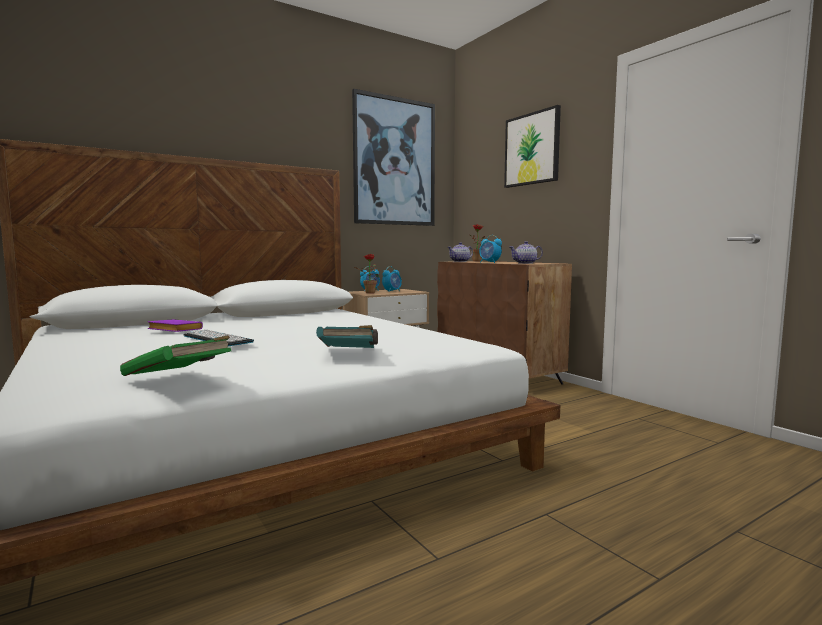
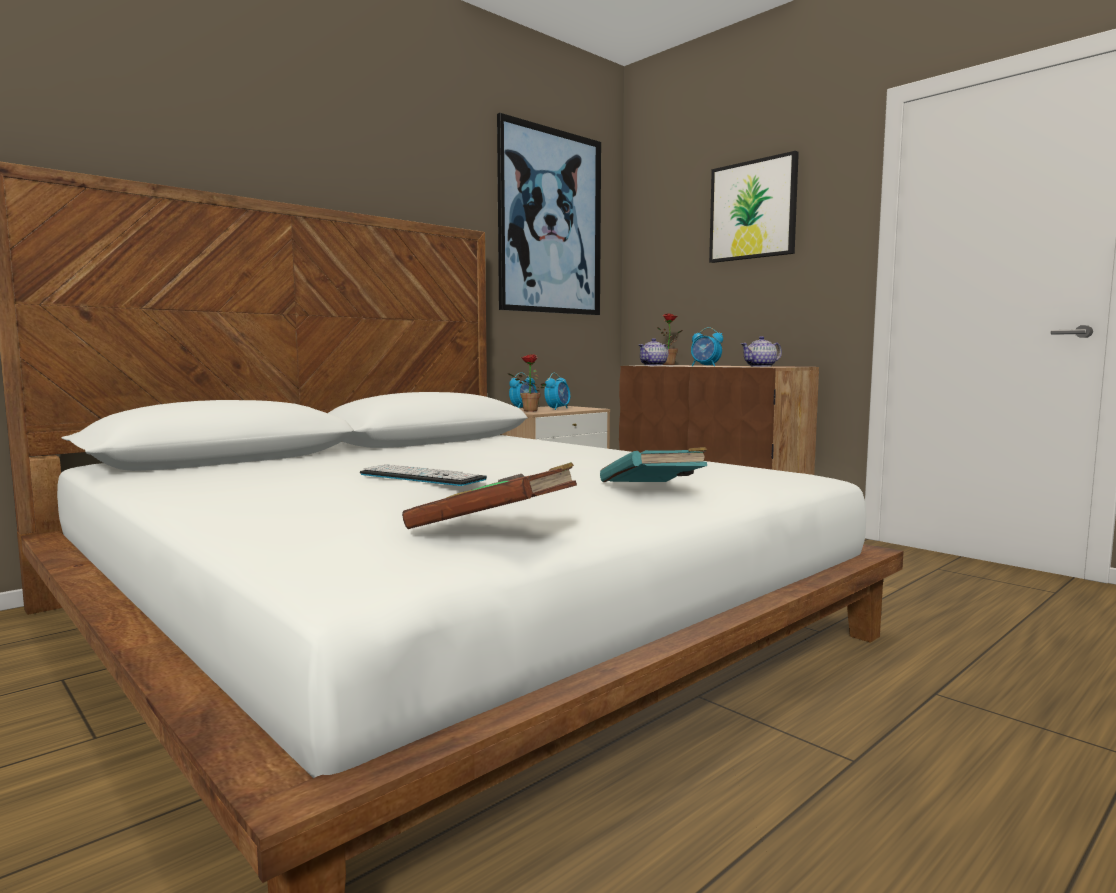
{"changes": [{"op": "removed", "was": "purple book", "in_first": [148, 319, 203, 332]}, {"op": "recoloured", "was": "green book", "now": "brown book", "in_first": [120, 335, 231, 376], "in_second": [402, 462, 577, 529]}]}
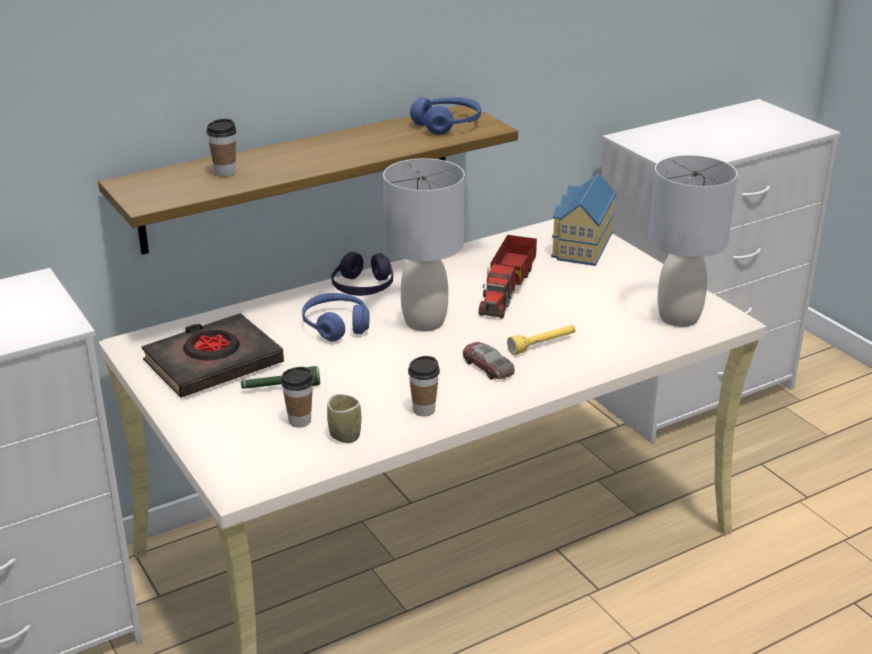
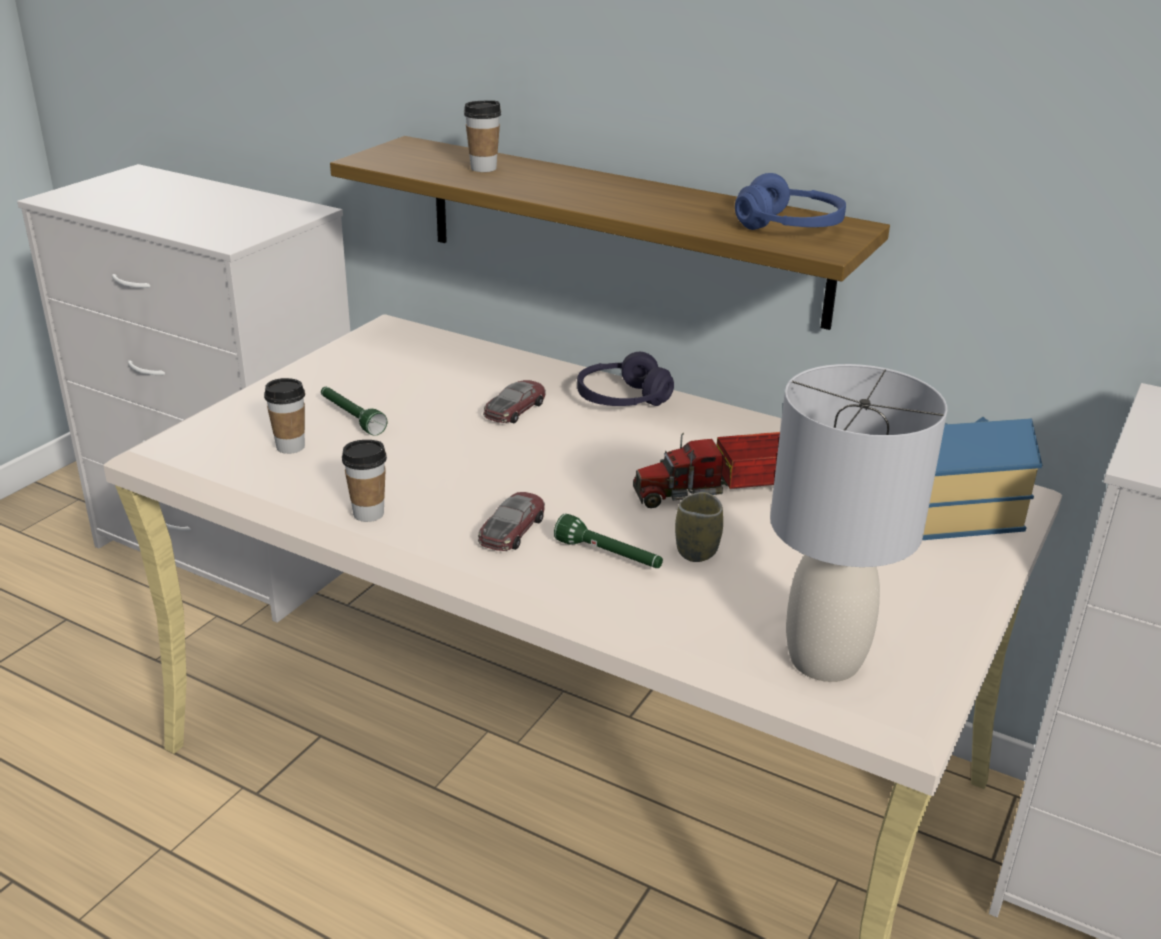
{"changes": [{"op": "removed", "was": "black book", "in_first": [141, 313, 284, 398]}, {"op": "removed", "was": "grey table lamp", "in_first": [383, 158, 465, 331]}, {"op": "moved", "was": "cup", "in_first": [327, 394, 361, 443], "in_second": [675, 492, 723, 562]}, {"op": "replaced", "was": "blue headphones", "now": "toy car", "in_first": [302, 293, 369, 342], "in_second": [483, 380, 546, 423]}, {"op": "recoloured", "was": "yellow flashlight", "now": "green flashlight", "in_first": [507, 325, 576, 355], "in_second": [554, 514, 663, 568]}]}
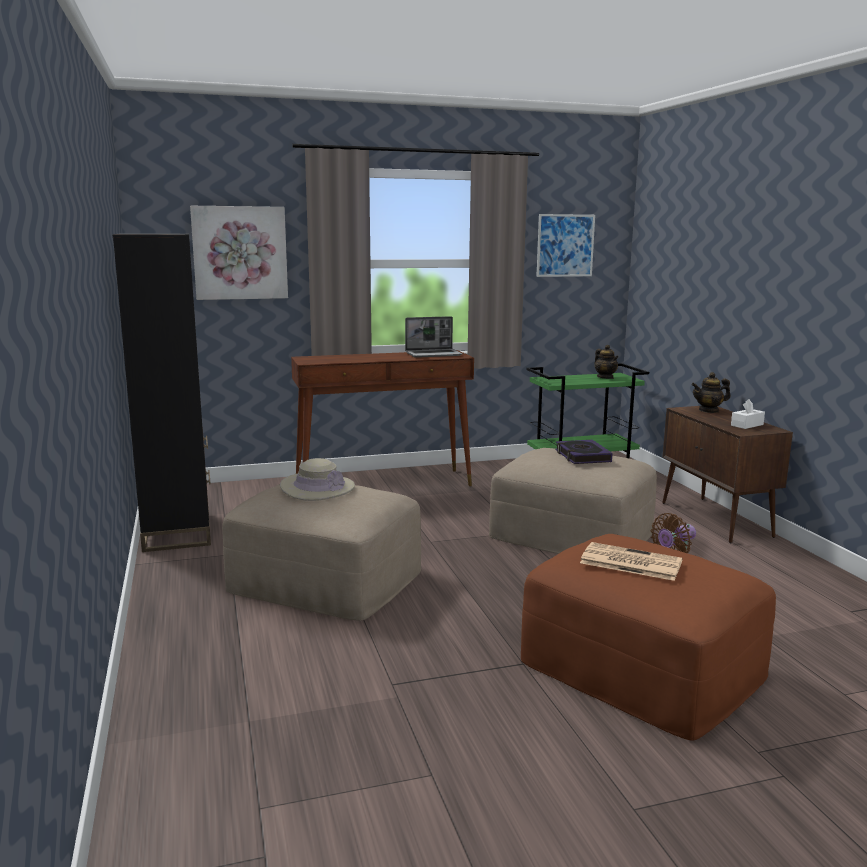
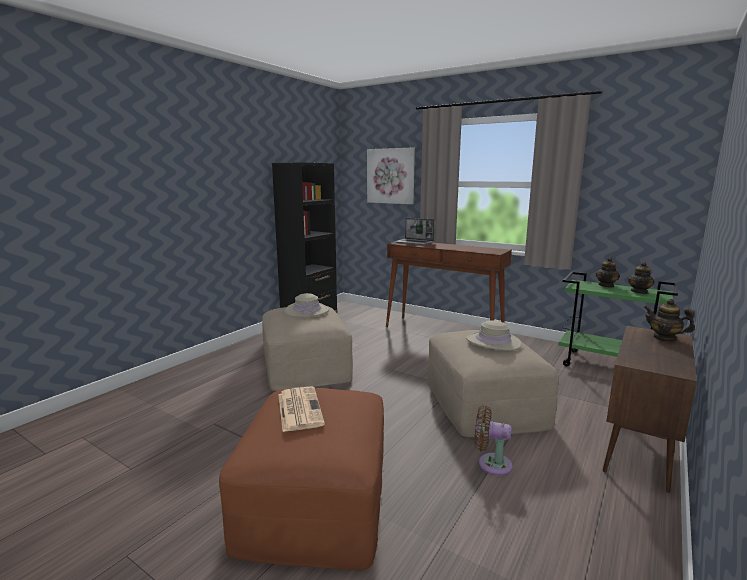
{"changes": [{"op": "removed", "was": "picture", "in_first": [536, 214, 595, 277]}, {"op": "removed", "was": "white tissue box", "in_first": [731, 399, 765, 429]}, {"op": "added", "now": "teapot", "in_second": [596, 257, 620, 288]}, {"op": "moved", "was": "laptop", "in_first": [405, 316, 463, 358], "in_second": [394, 218, 435, 245]}, {"op": "replaced", "was": "book", "now": "beige hat", "in_first": [555, 440, 612, 464], "in_second": [466, 320, 522, 351]}]}
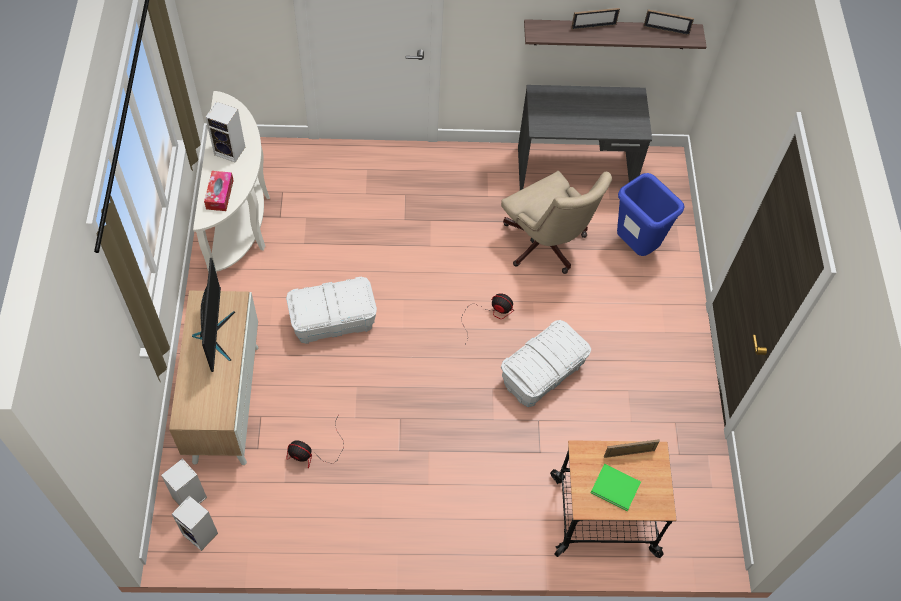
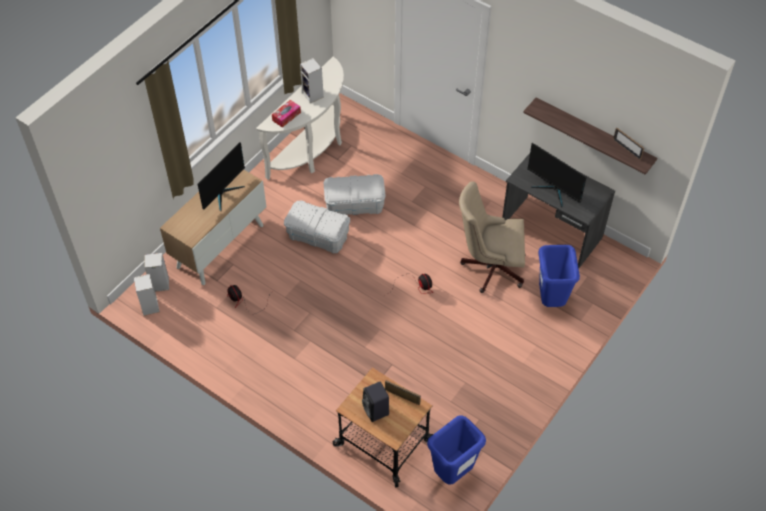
{"changes": [{"op": "removed", "was": "picture frame", "in_first": [571, 8, 620, 30]}, {"op": "added", "now": "blue trash can", "in_second": [427, 415, 486, 484]}, {"op": "added", "now": "monitor", "in_second": [527, 143, 587, 208]}, {"op": "moved", "was": "white storage box", "in_first": [501, 320, 592, 407], "in_second": [324, 174, 386, 215]}, {"op": "replaced", "was": "green book", "now": "black speaker", "in_first": [591, 464, 641, 511], "in_second": [362, 382, 389, 422]}, {"op": "turned", "was": "beige office chair", "in_first": [501, 171, 612, 274], "in_second": [459, 181, 526, 293], "clockwise": 90}]}
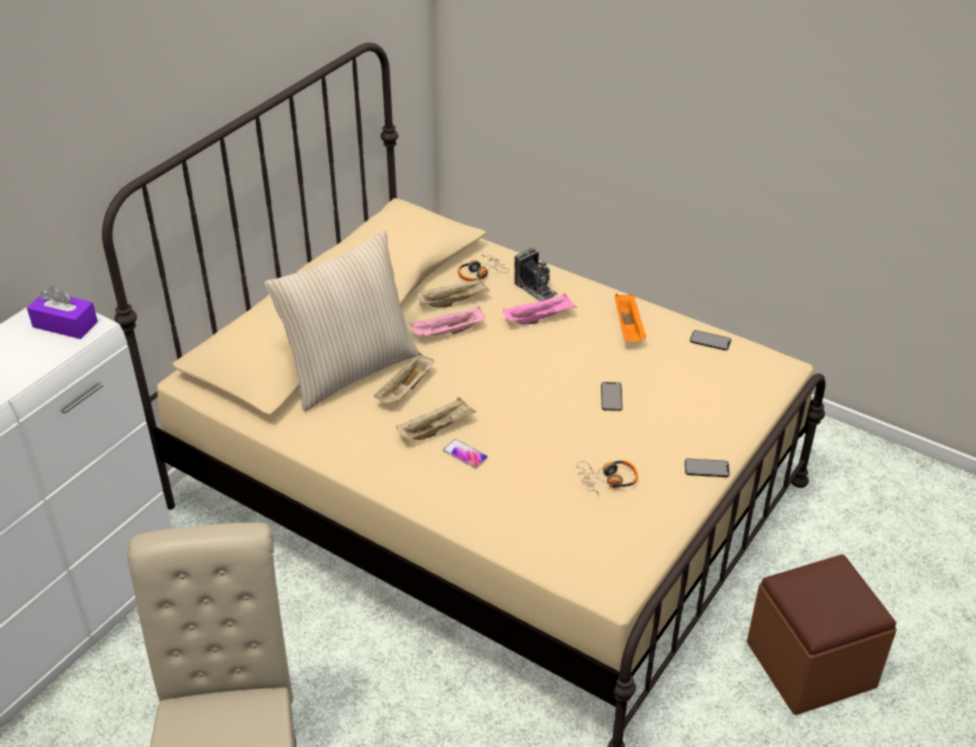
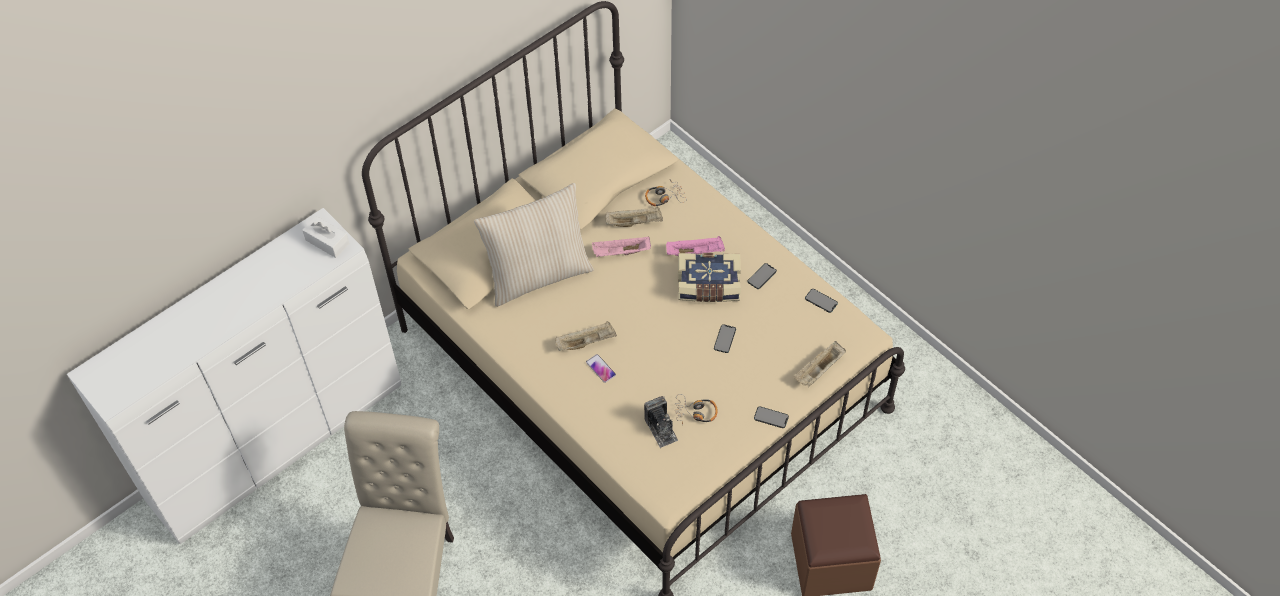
{"changes": [{"op": "added", "now": "book", "in_second": [678, 253, 741, 302]}, {"op": "moved", "was": "beige tray", "in_first": [374, 353, 435, 404], "in_second": [794, 341, 846, 387]}, {"op": "moved", "was": "photo camera", "in_first": [514, 248, 558, 301], "in_second": [644, 396, 678, 448]}, {"op": "replaced", "was": "orange tray", "now": "phone", "in_first": [615, 294, 647, 342], "in_second": [747, 263, 777, 289]}, {"op": "recoloured", "was": "purple tissue box", "now": "white tissue box", "in_first": [27, 286, 98, 339], "in_second": [302, 216, 350, 258]}]}
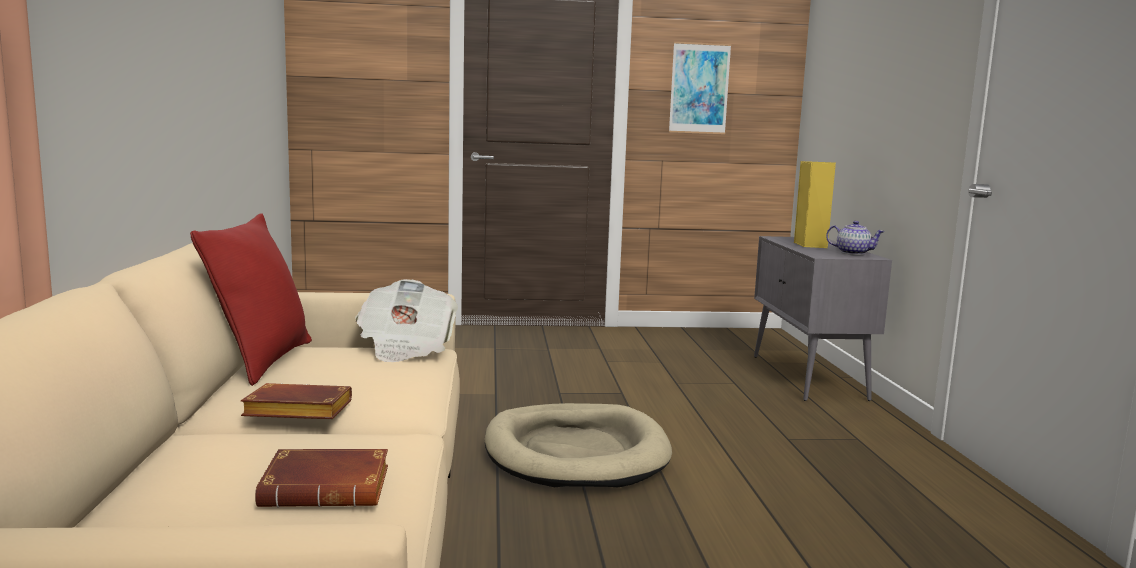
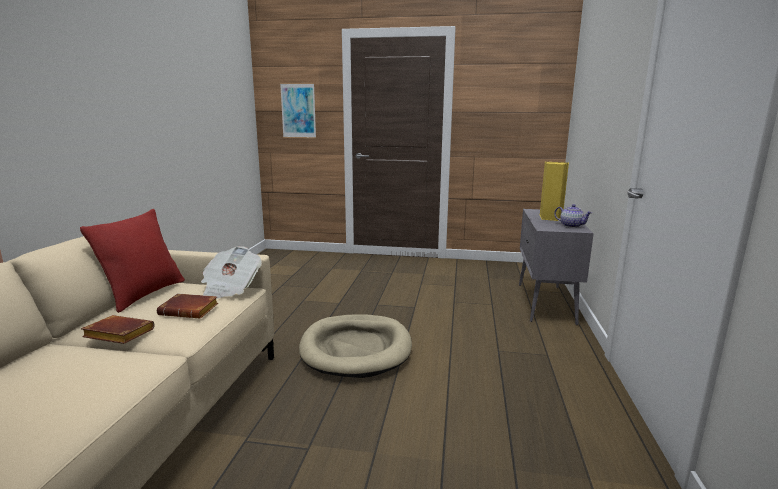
{"changes": [{"op": "moved", "was": "brown book", "in_first": [255, 449, 388, 507], "in_second": [157, 293, 218, 319]}, {"op": "moved", "was": "picture", "in_first": [669, 42, 731, 134], "in_second": [280, 83, 316, 138]}]}
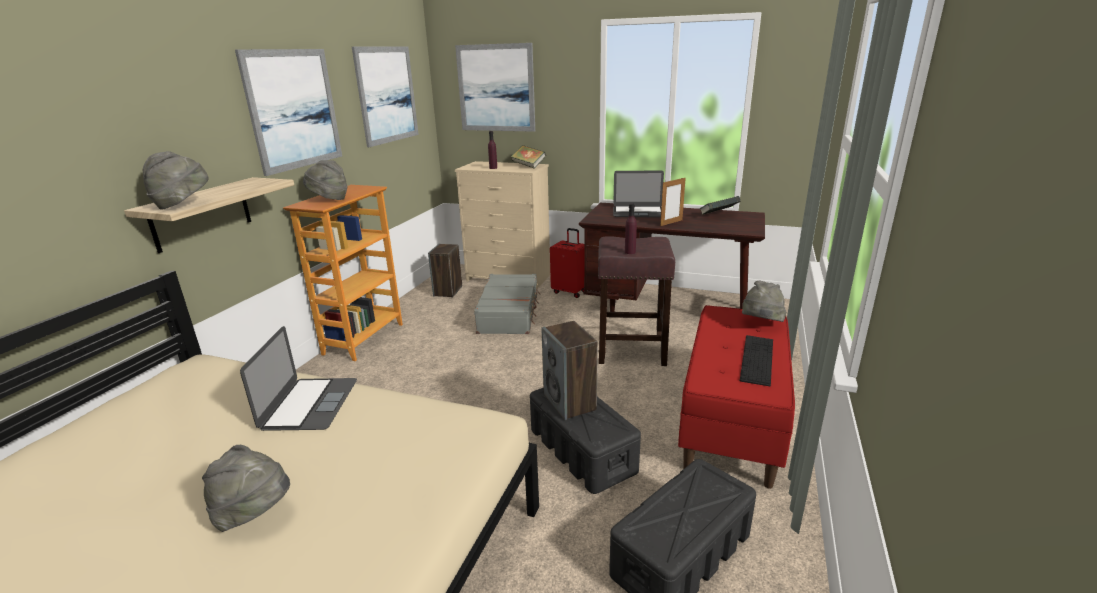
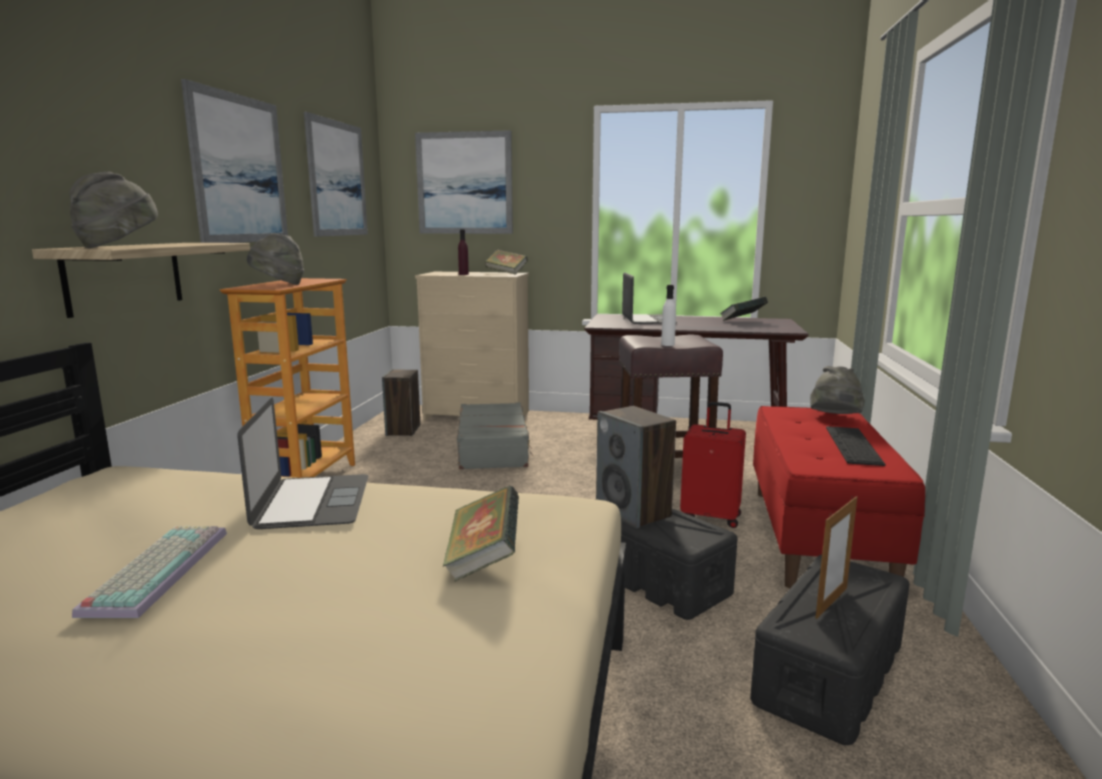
{"changes": [{"op": "removed", "was": "grey hat", "in_first": [202, 445, 290, 532]}, {"op": "added", "now": "keyboard", "in_second": [72, 526, 227, 618]}, {"op": "added", "now": "book", "in_second": [443, 486, 519, 581]}, {"op": "moved", "was": "red suitcase", "in_first": [550, 228, 584, 298], "in_second": [680, 402, 746, 528]}, {"op": "moved", "was": "picture frame", "in_first": [660, 177, 686, 226], "in_second": [815, 496, 857, 619]}, {"op": "recoloured", "was": "purple bottle", "now": "white bottle", "in_first": [625, 204, 637, 254], "in_second": [661, 285, 676, 346]}, {"op": "turned", "was": "laptop", "in_first": [613, 171, 664, 217], "in_second": [622, 272, 677, 324], "clockwise": -90}]}
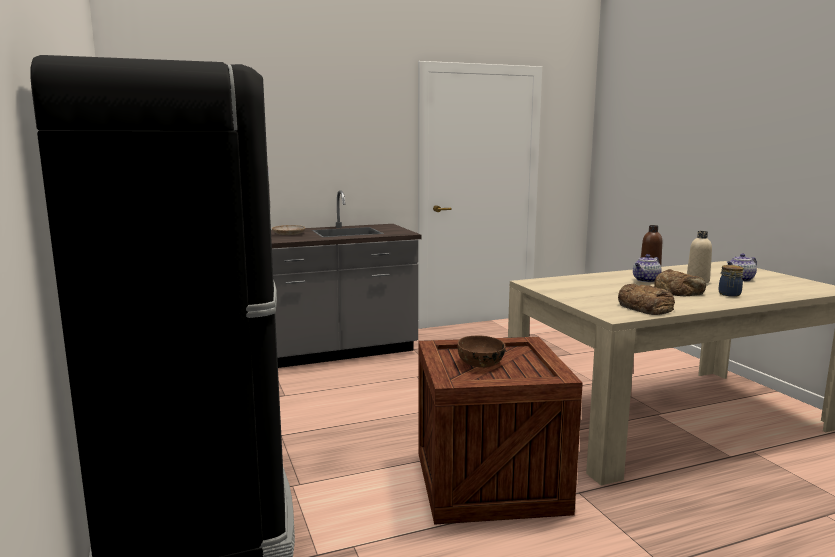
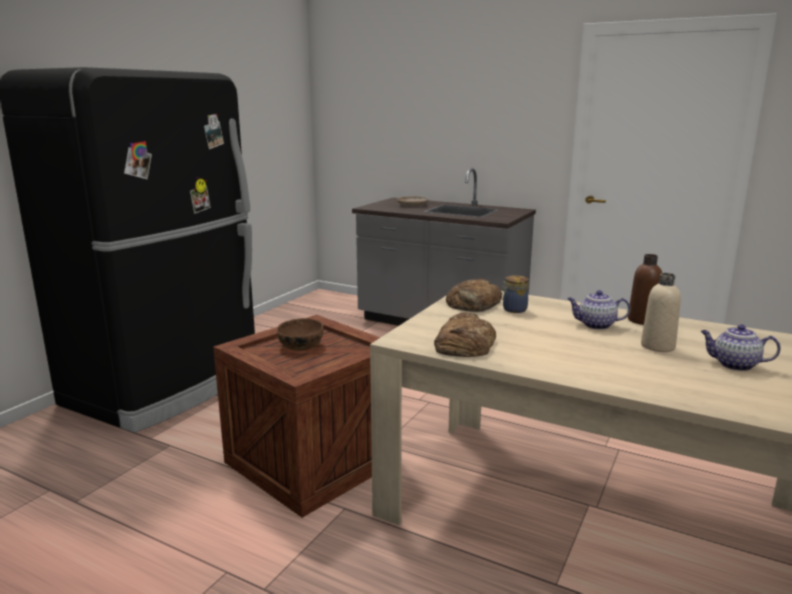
{"changes": [{"op": "moved", "was": "bread", "in_first": [654, 269, 706, 297], "in_second": [446, 278, 502, 312]}, {"op": "moved", "was": "jar", "in_first": [718, 265, 744, 297], "in_second": [501, 275, 529, 313]}]}
